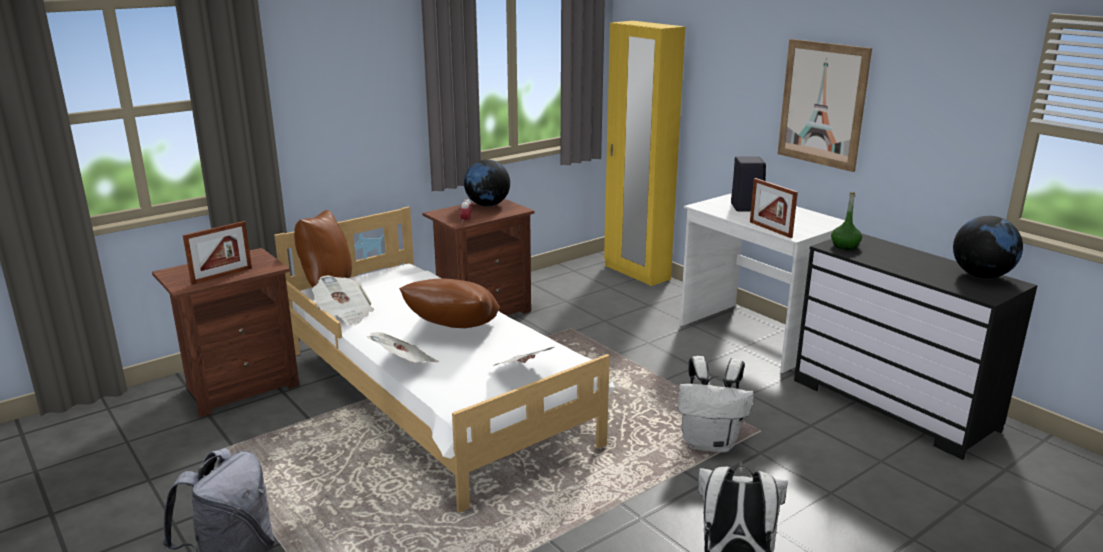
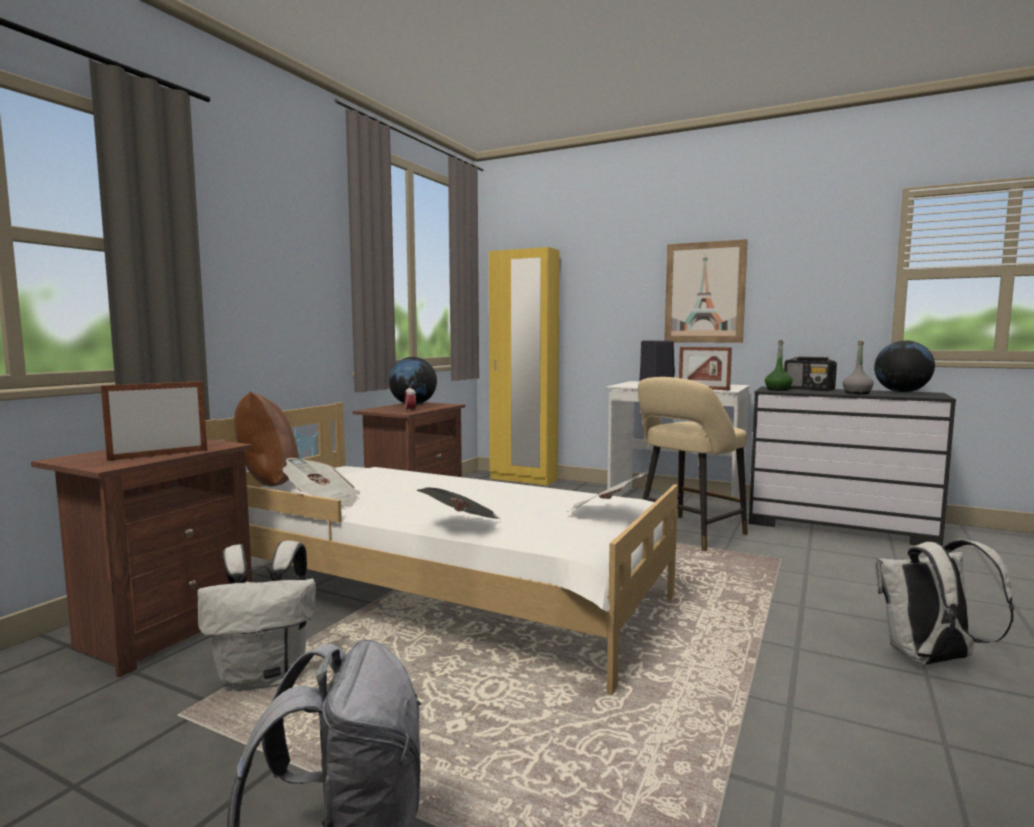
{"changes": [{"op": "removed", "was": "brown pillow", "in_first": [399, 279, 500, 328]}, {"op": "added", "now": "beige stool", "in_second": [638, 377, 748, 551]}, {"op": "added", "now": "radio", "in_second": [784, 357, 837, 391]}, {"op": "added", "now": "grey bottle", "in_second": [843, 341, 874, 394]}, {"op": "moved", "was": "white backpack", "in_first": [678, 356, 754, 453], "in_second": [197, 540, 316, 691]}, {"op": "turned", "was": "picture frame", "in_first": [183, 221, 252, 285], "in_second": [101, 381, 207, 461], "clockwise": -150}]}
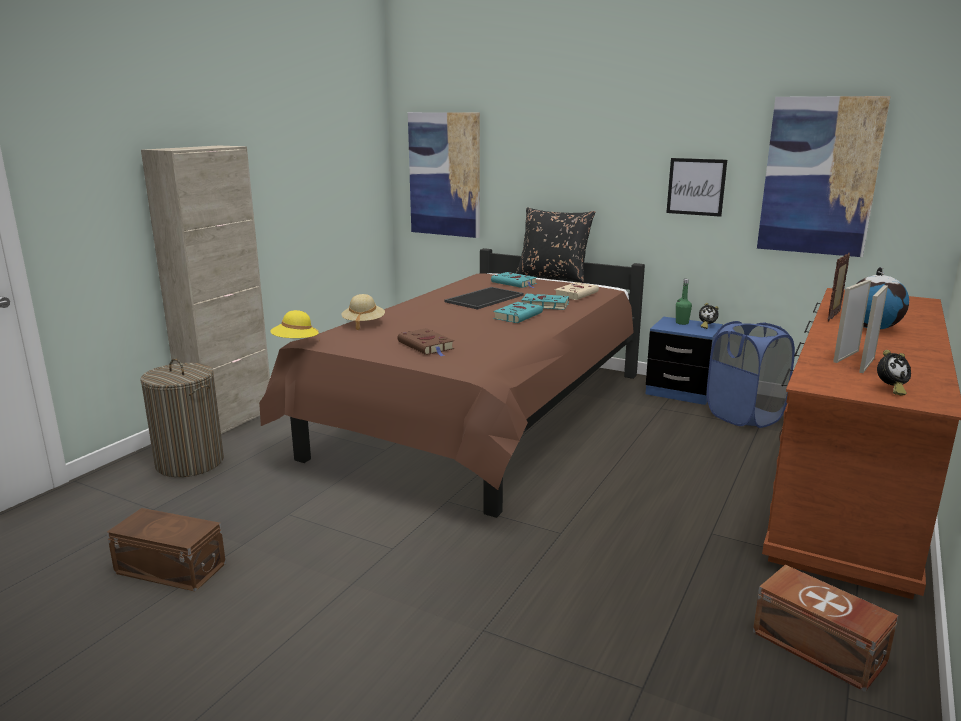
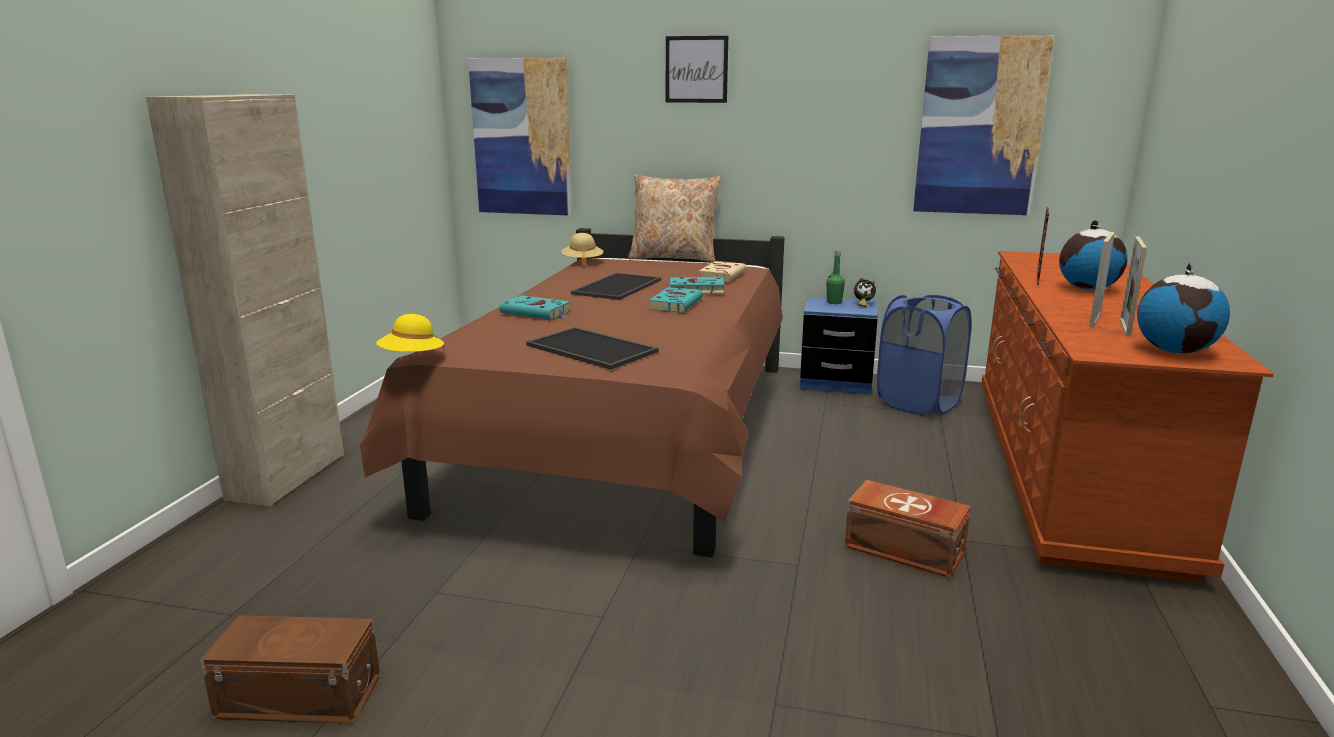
{"changes": [{"op": "removed", "was": "laundry basket", "in_first": [140, 358, 224, 477]}, {"op": "moved", "was": "beige hat", "in_first": [341, 294, 385, 330], "in_second": [561, 233, 603, 267]}, {"op": "moved", "was": "turquoise book", "in_first": [491, 272, 537, 288], "in_second": [499, 295, 571, 320]}, {"op": "moved", "was": "picture", "in_first": [666, 158, 727, 217], "in_second": [666, 36, 728, 103]}, {"op": "moved", "was": "brown storage box", "in_first": [753, 565, 898, 692], "in_second": [844, 480, 971, 578]}, {"op": "replaced", "was": "brown book", "now": "tray", "in_first": [397, 328, 454, 356], "in_second": [526, 327, 658, 370]}, {"op": "replaced", "was": "alarm clock", "now": "globe", "in_first": [877, 350, 911, 396], "in_second": [1137, 263, 1230, 354]}, {"op": "recoloured", "was": "black pillow", "now": "beige pillow", "in_first": [515, 207, 595, 283], "in_second": [628, 175, 721, 262]}]}
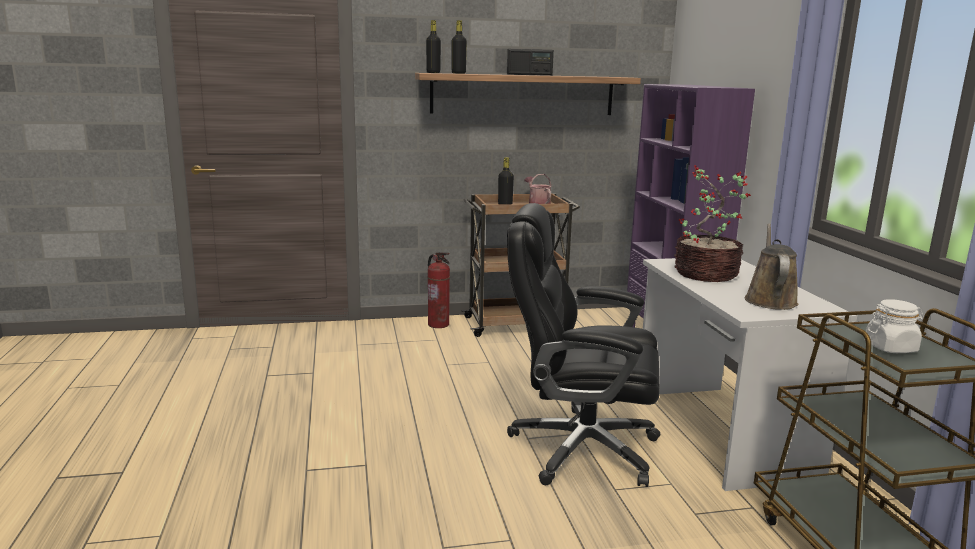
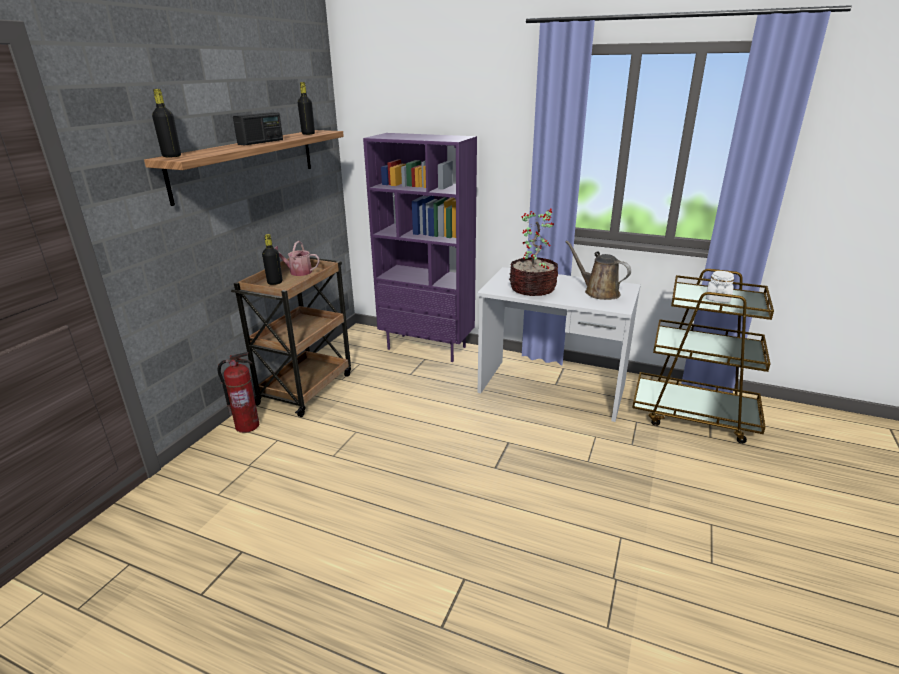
{"changes": [{"op": "removed", "was": "black office chair", "in_first": [507, 203, 660, 487]}, {"op": "moved", "was": "black bottle", "in_first": [451, 20, 467, 74], "in_second": [298, 82, 315, 135]}]}
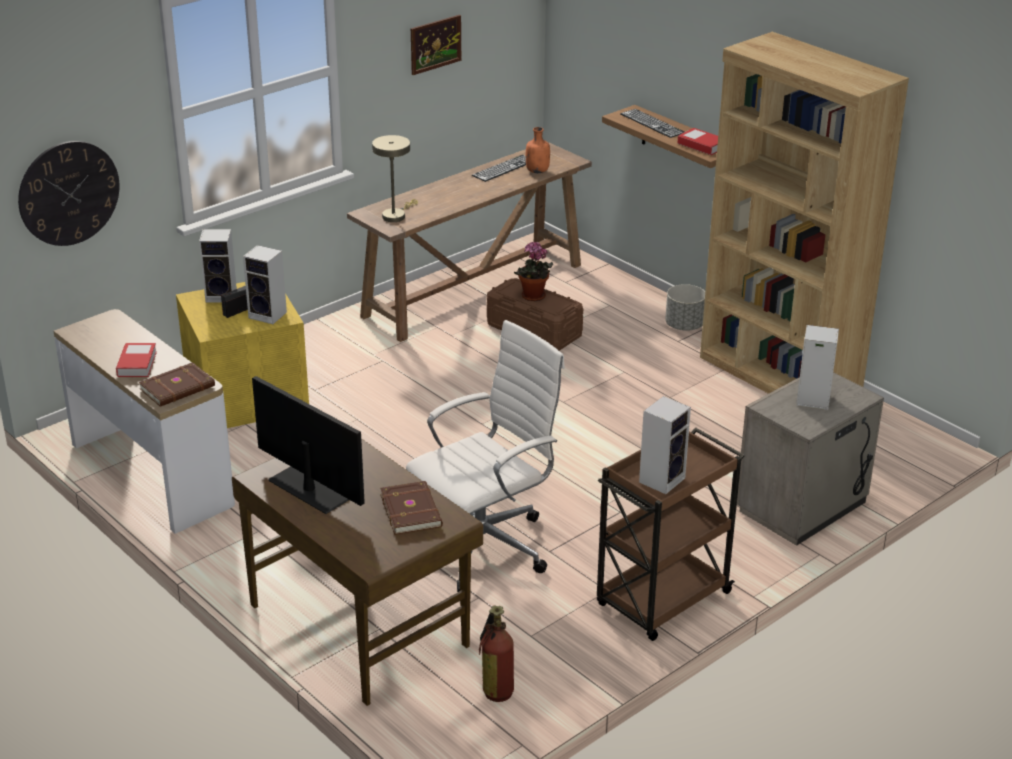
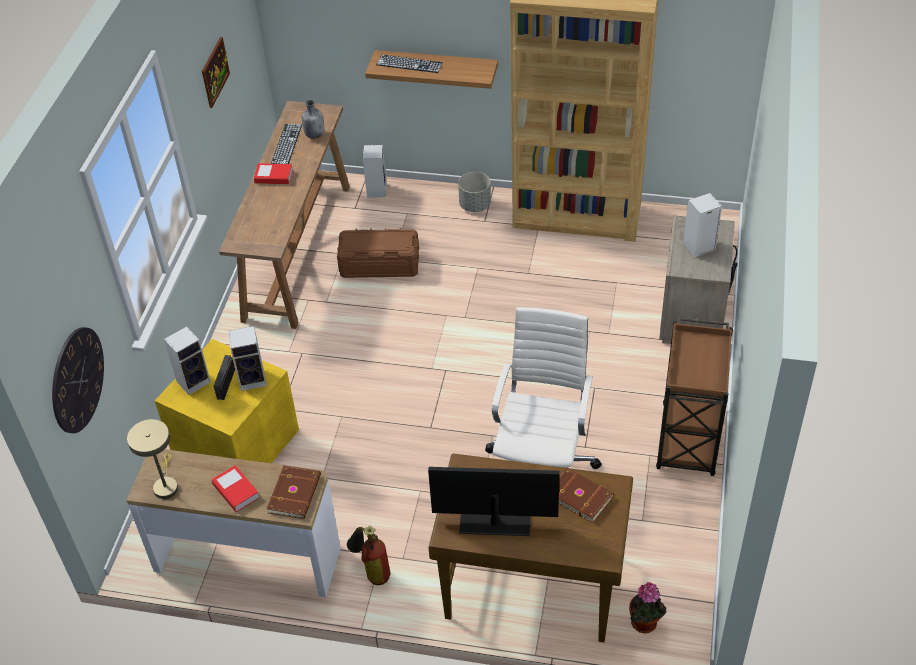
{"changes": [{"op": "moved", "was": "beige table lamp", "in_first": [372, 135, 418, 222], "in_second": [127, 419, 178, 499]}, {"op": "moved", "was": "fire extinguisher", "in_first": [479, 606, 514, 702], "in_second": [347, 526, 390, 585]}, {"op": "moved", "was": "potted plant", "in_first": [514, 242, 553, 301], "in_second": [629, 582, 666, 633]}, {"op": "moved", "was": "speaker", "in_first": [639, 396, 691, 494], "in_second": [362, 145, 387, 198]}, {"op": "moved", "was": "book", "in_first": [678, 128, 718, 155], "in_second": [254, 163, 293, 184]}, {"op": "recoloured", "was": "orange bottle", "now": "grey bottle", "in_first": [526, 127, 550, 173], "in_second": [302, 100, 324, 139]}]}
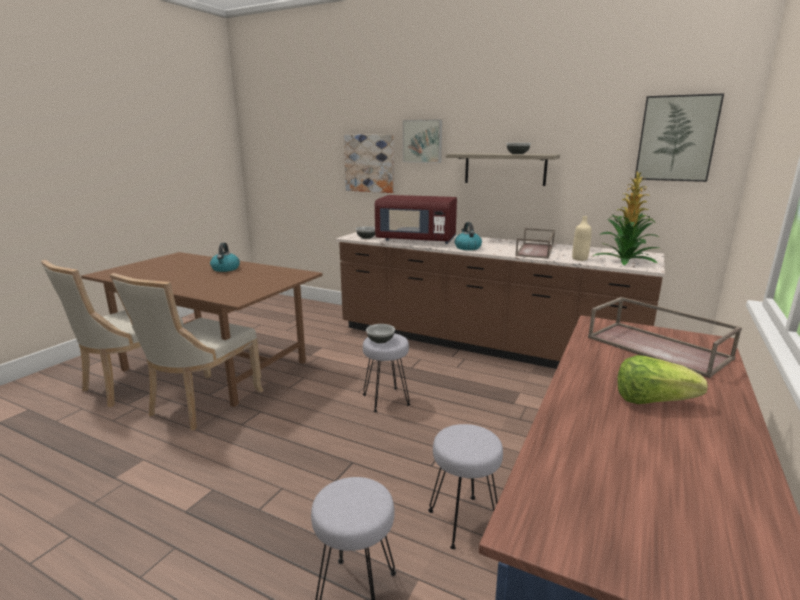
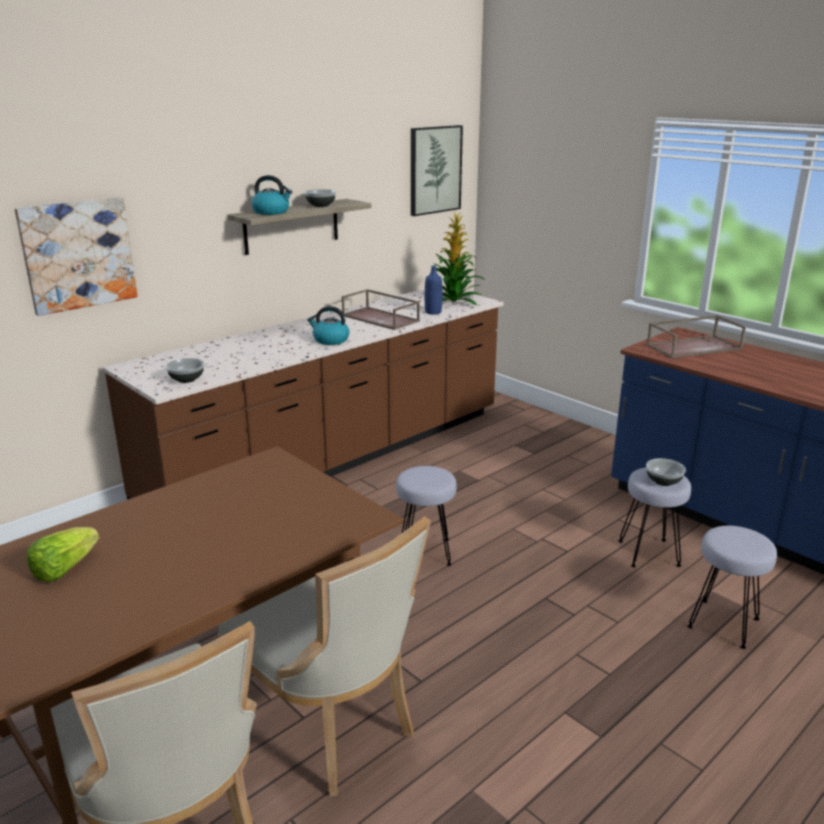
{"changes": [{"op": "removed", "was": "red microwave", "in_first": [375, 195, 457, 244]}, {"op": "removed", "was": "picture", "in_first": [403, 119, 442, 163]}, {"op": "moved", "was": "kettle", "in_first": [210, 243, 240, 272], "in_second": [251, 175, 292, 215]}, {"op": "moved", "was": "bowl", "in_first": [366, 324, 395, 344], "in_second": [646, 458, 686, 486]}, {"op": "moved", "was": "lettuce", "in_first": [617, 355, 708, 404], "in_second": [27, 527, 99, 582]}, {"op": "recoloured", "was": "beige bottle", "now": "blue bottle", "in_first": [572, 216, 592, 261], "in_second": [425, 265, 442, 315]}]}
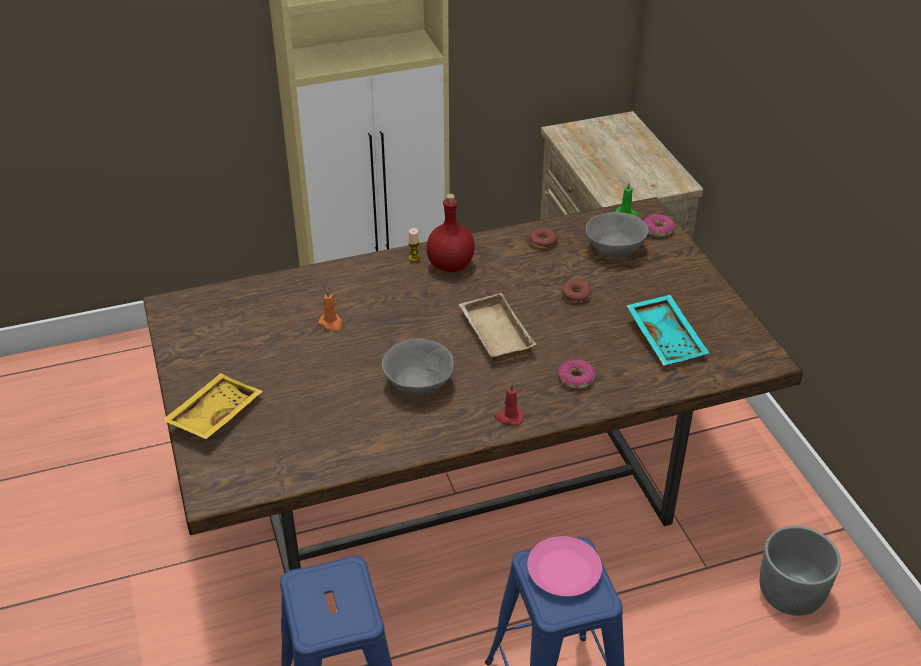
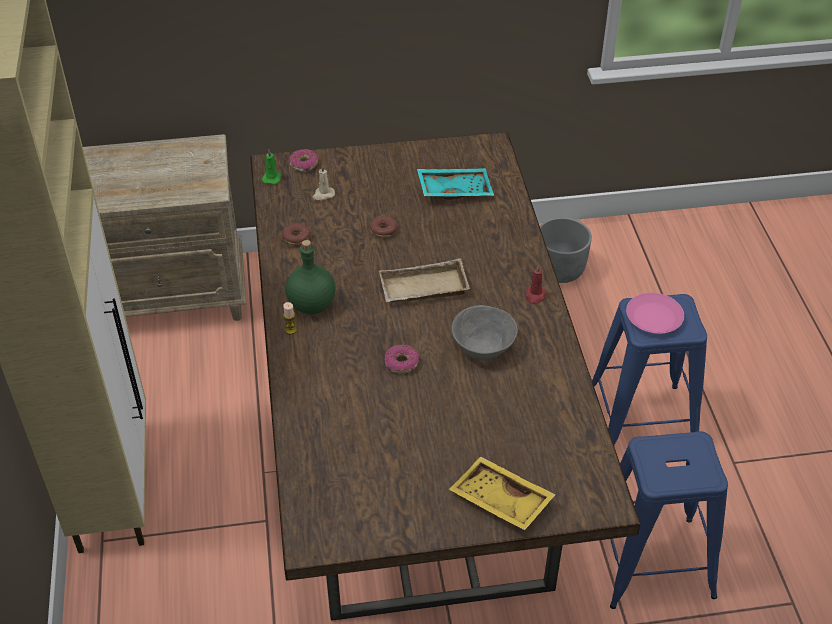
{"changes": [{"op": "removed", "was": "orange candle", "in_first": [318, 289, 343, 331]}, {"op": "moved", "was": "donut", "in_first": [559, 359, 595, 389], "in_second": [385, 345, 419, 373]}, {"op": "replaced", "was": "grey bowl", "now": "beige candle", "in_first": [586, 212, 648, 257], "in_second": [312, 165, 335, 200]}, {"op": "recoloured", "was": "red bottle", "now": "green bottle", "in_first": [426, 194, 475, 272], "in_second": [286, 240, 336, 314]}]}
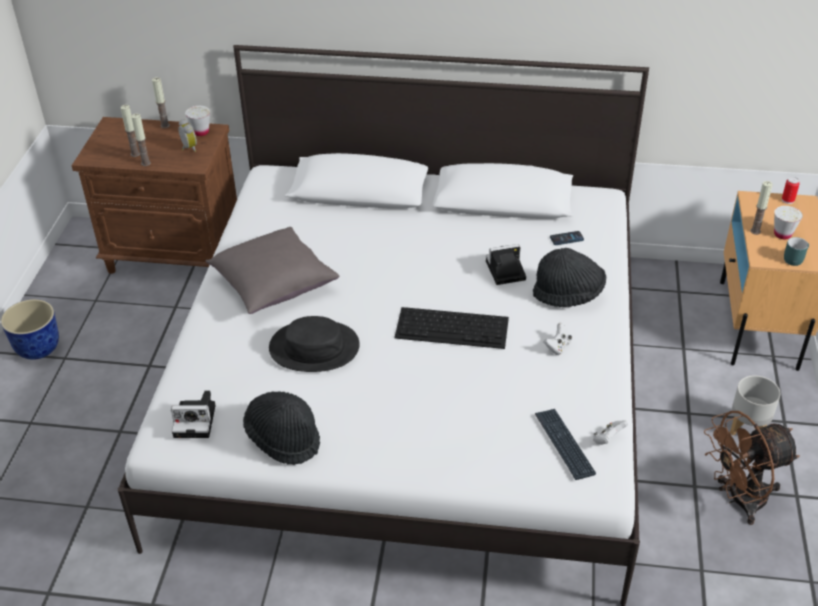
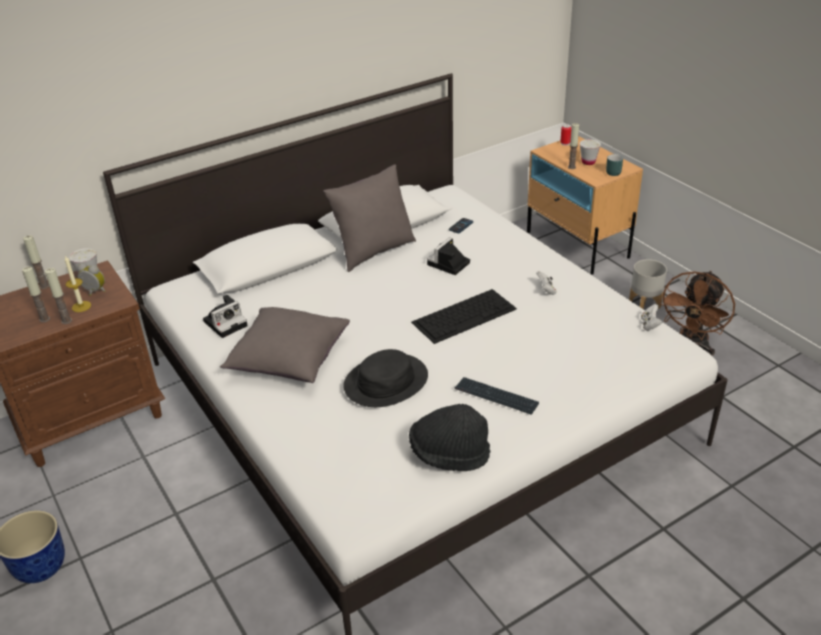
{"changes": [{"op": "removed", "was": "black hat", "in_first": [533, 248, 606, 307]}, {"op": "added", "now": "candle", "in_second": [65, 256, 91, 312]}, {"op": "added", "now": "grey pillow", "in_second": [323, 165, 416, 272]}, {"op": "moved", "was": "photo camera", "in_first": [171, 391, 216, 438], "in_second": [203, 295, 247, 338]}, {"op": "moved", "was": "keyboard", "in_first": [535, 409, 596, 480], "in_second": [455, 377, 539, 415]}]}
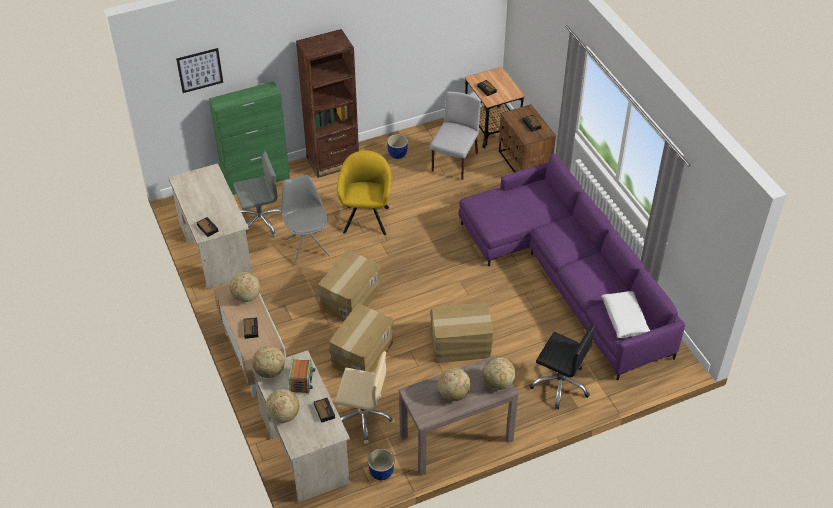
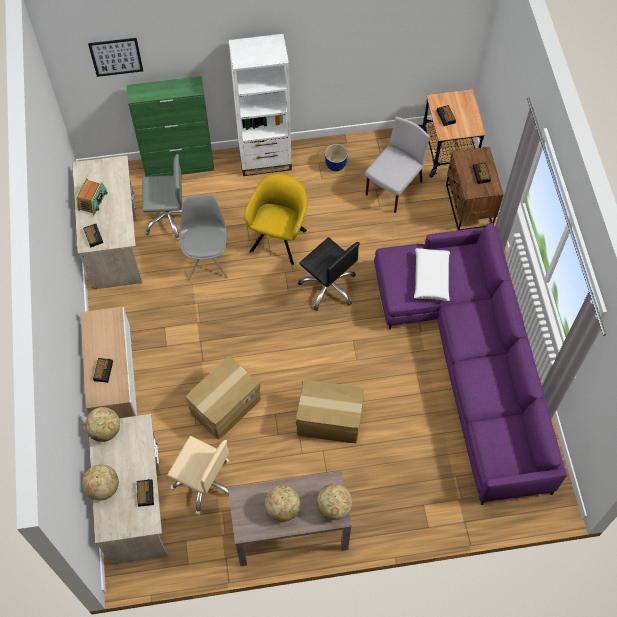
{"changes": [{"op": "removed", "was": "globe", "in_first": [230, 272, 260, 302]}, {"op": "removed", "was": "cardboard box", "in_first": [318, 250, 381, 321]}, {"op": "removed", "was": "planter", "in_first": [368, 449, 394, 480]}, {"op": "moved", "was": "radio", "in_first": [289, 358, 315, 395], "in_second": [76, 178, 107, 215]}, {"op": "moved", "was": "black office chair", "in_first": [529, 324, 596, 409], "in_second": [298, 237, 360, 311]}, {"op": "moved", "was": "white pillow", "in_first": [601, 291, 650, 338], "in_second": [414, 248, 450, 301]}, {"op": "recoloured", "was": "brown bookcase", "now": "white bookcase", "in_first": [296, 29, 359, 178], "in_second": [229, 34, 292, 176]}]}
